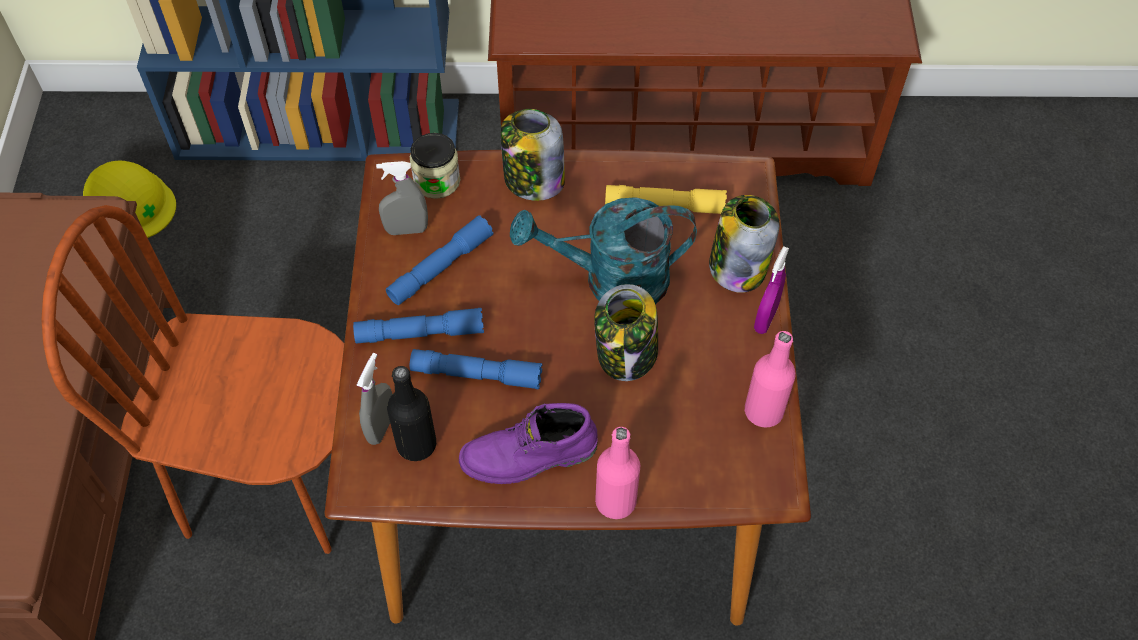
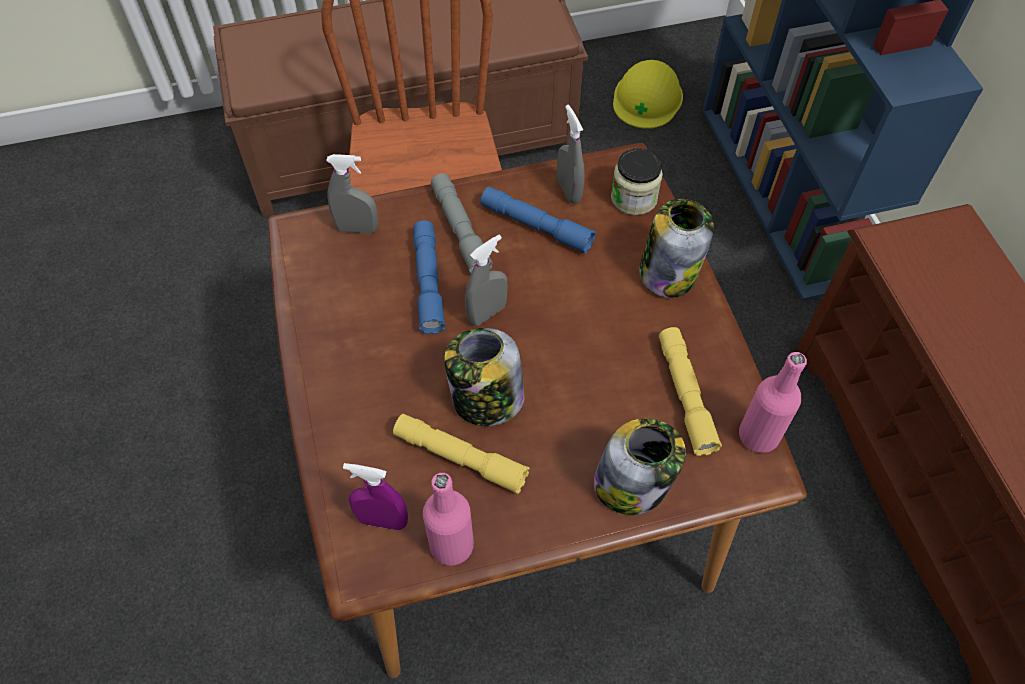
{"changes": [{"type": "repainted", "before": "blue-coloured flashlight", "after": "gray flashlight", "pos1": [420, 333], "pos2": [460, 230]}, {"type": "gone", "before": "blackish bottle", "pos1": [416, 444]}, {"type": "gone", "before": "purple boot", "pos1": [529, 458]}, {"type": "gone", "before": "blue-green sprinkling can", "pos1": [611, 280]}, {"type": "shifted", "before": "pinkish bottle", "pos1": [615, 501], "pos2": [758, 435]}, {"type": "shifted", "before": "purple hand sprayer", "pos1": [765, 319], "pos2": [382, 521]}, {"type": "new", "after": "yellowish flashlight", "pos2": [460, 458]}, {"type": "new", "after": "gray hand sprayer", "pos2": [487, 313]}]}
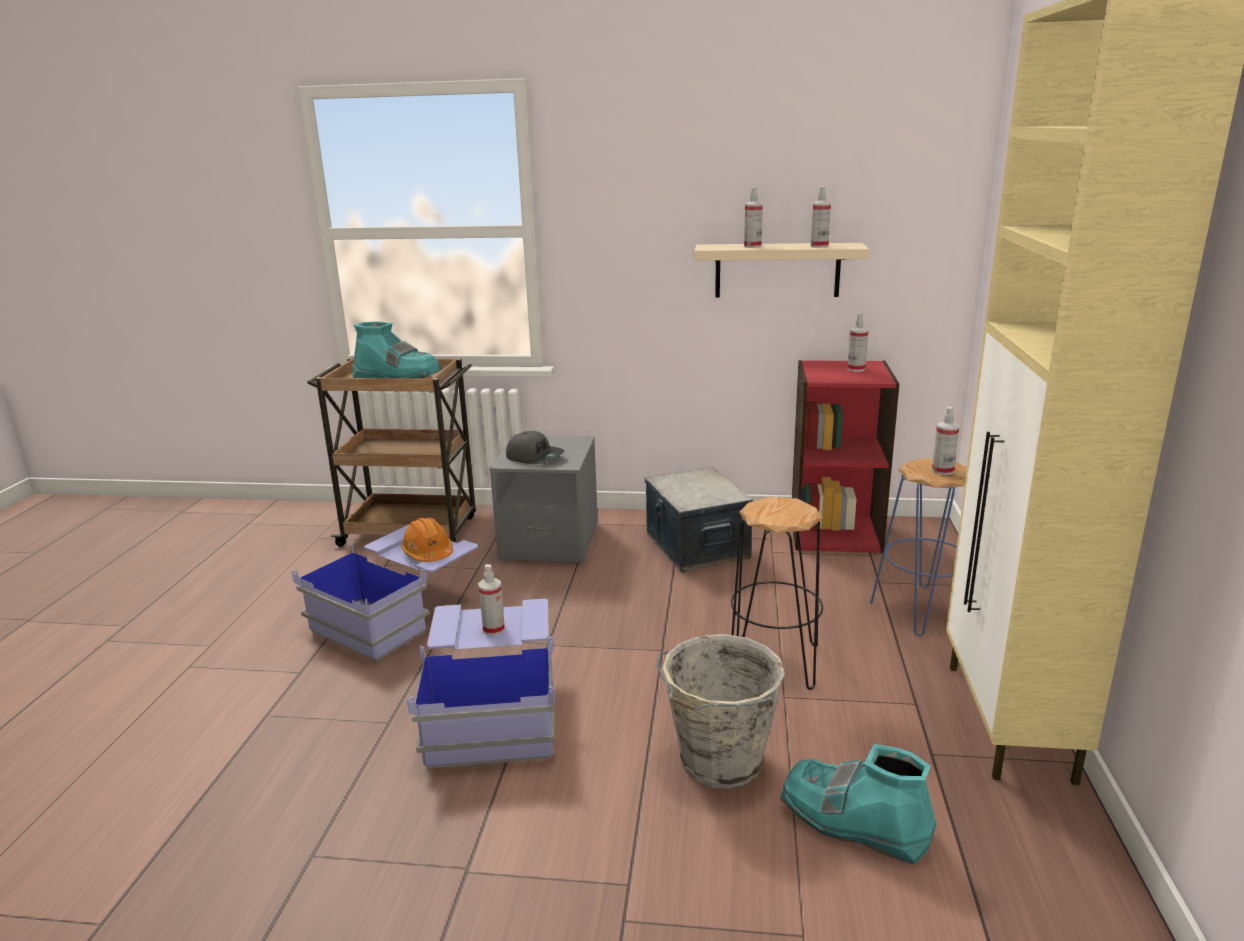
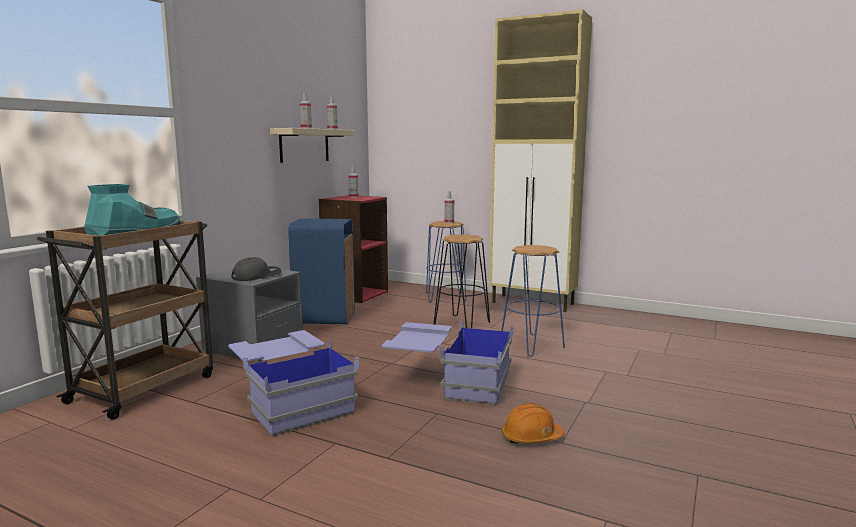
{"changes": [{"type": "shifted", "before": "orange hard hat", "pos1": [428, 553], "pos2": [531, 438]}, {"type": "gone", "before": "hand sprayer", "pos1": [493, 629]}, {"type": "swapped", "before": "storage container", "after": "blue-coloured rubbish bin", "pos1": [696, 546], "pos2": [325, 318]}, {"type": "swapped", "before": "gray bucket", "after": "blue-coloured stool seat", "pos1": [719, 763], "pos2": [532, 345]}, {"type": "gone", "before": "blue-green boot", "pos1": [853, 821]}]}
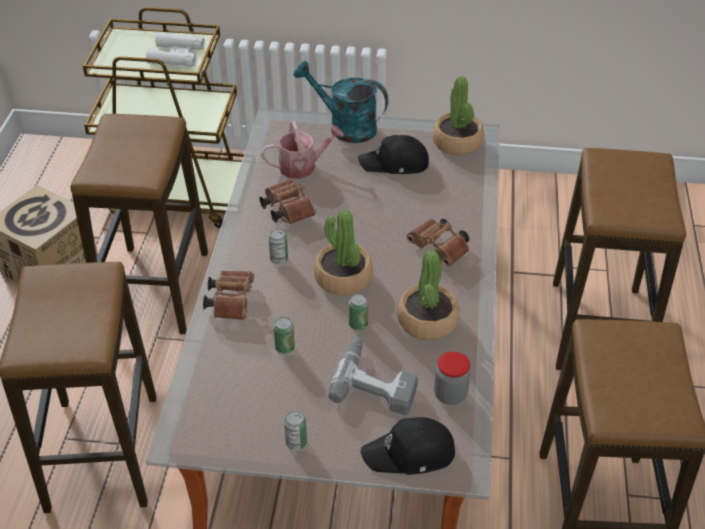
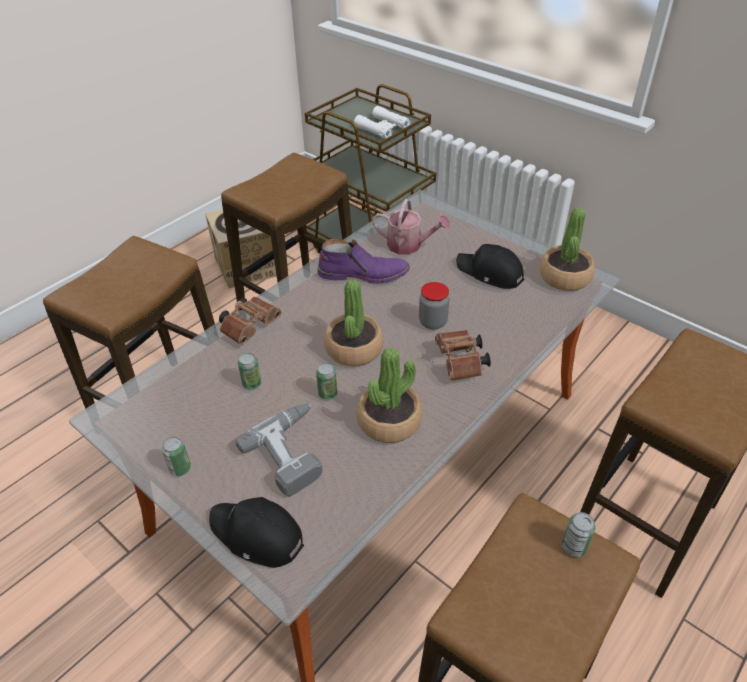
{"changes": [{"type": "swapped", "before": "brown binoculars", "after": "purple boot", "pos1": [286, 209], "pos2": [363, 274]}, {"type": "shifted", "before": "sealed can", "pos1": [279, 259], "pos2": [574, 546]}, {"type": "gone", "before": "blue-green sprinkling can", "pos1": [345, 127]}, {"type": "shifted", "before": "jar", "pos1": [450, 395], "pos2": [433, 322]}]}
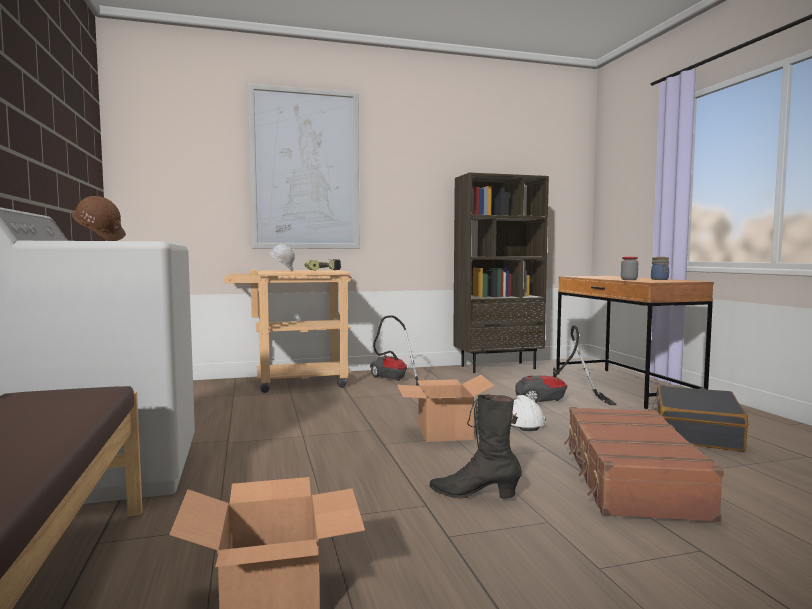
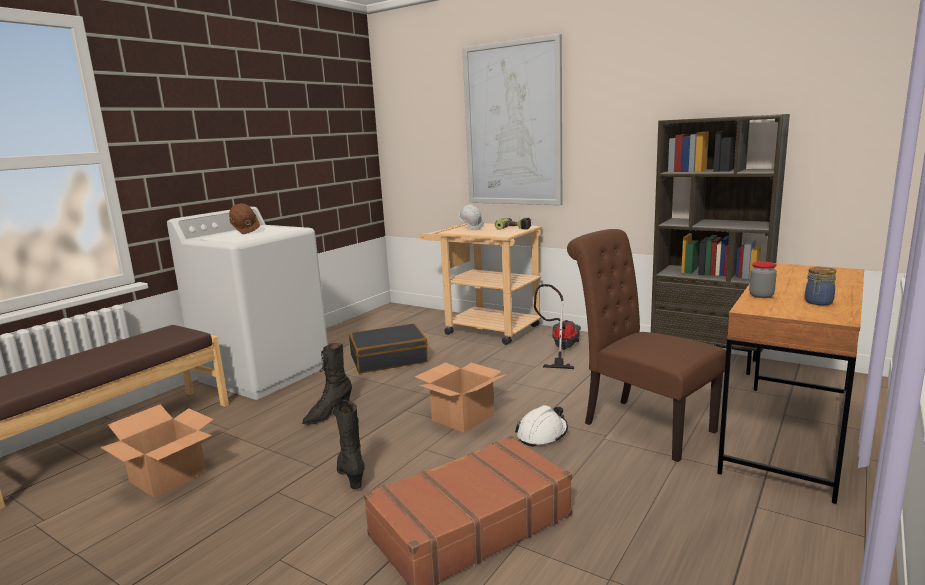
{"changes": [{"type": "swapped", "before": "vacuum", "after": "brown chair", "pos1": [556, 402], "pos2": [641, 425]}, {"type": "shifted", "before": "blackish piece of luggage", "pos1": [695, 432], "pos2": [388, 359]}, {"type": "new", "after": "blackish boot", "pos2": [328, 414]}]}
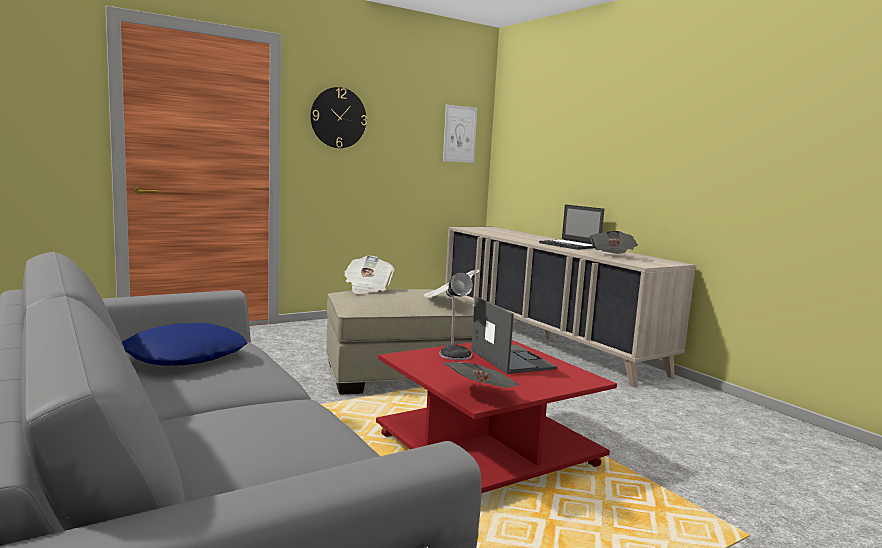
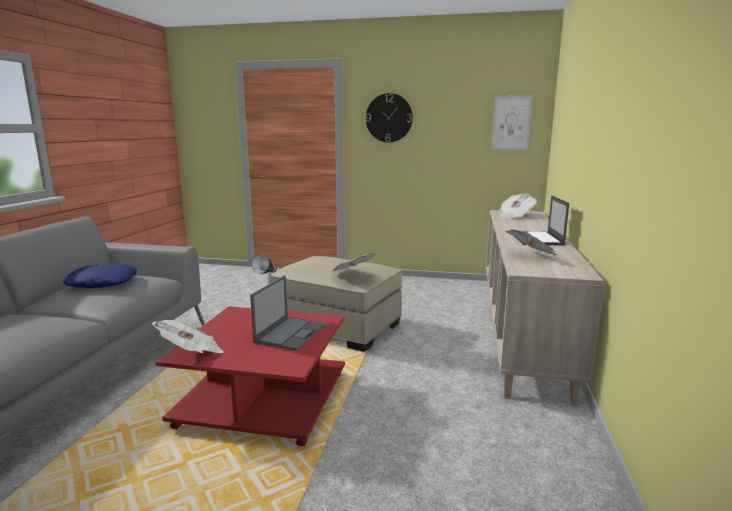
{"changes": [{"type": "shifted", "before": "daily paper", "pos1": [367, 289], "pos2": [515, 216]}]}
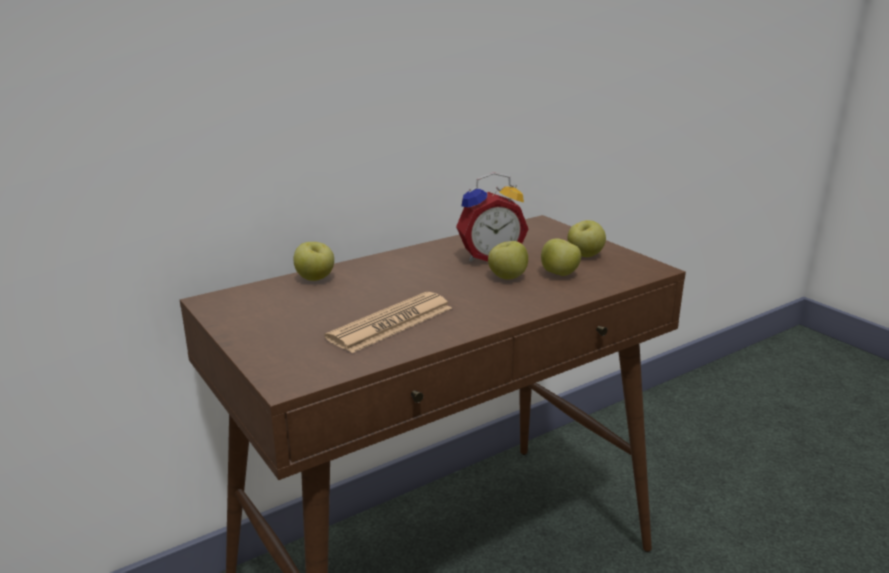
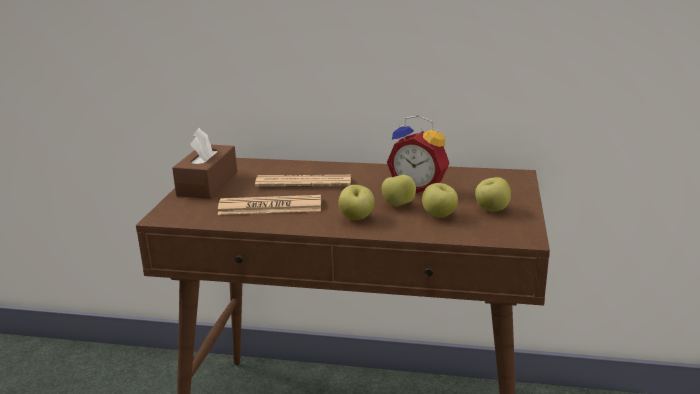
{"changes": [{"type": "shifted", "before": "apple", "pos1": [315, 279], "pos2": [356, 218]}, {"type": "new", "after": "brown tissue box", "pos2": [207, 184]}, {"type": "new", "after": "daily paper", "pos2": [304, 182]}]}
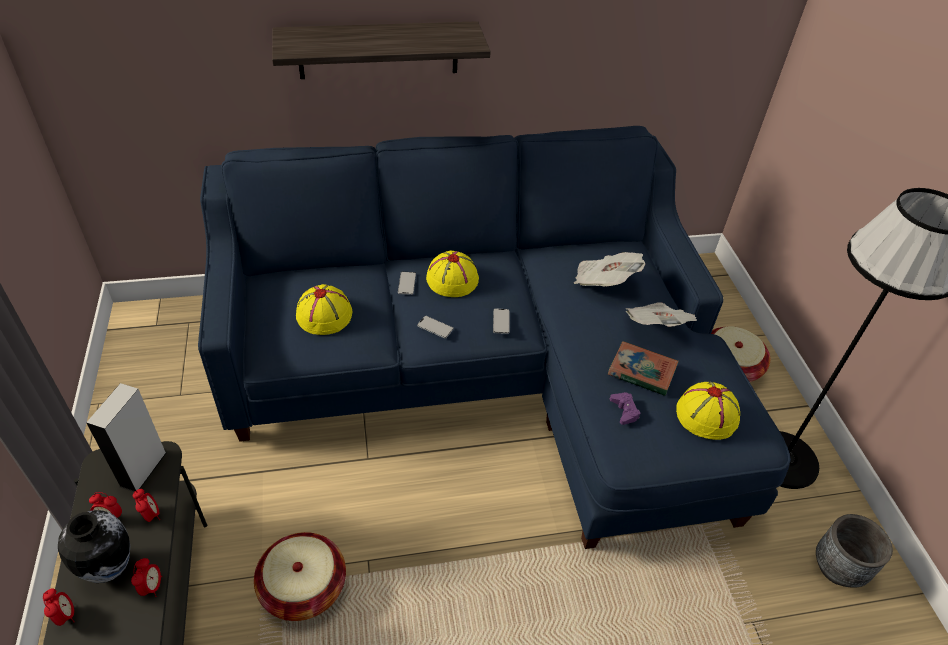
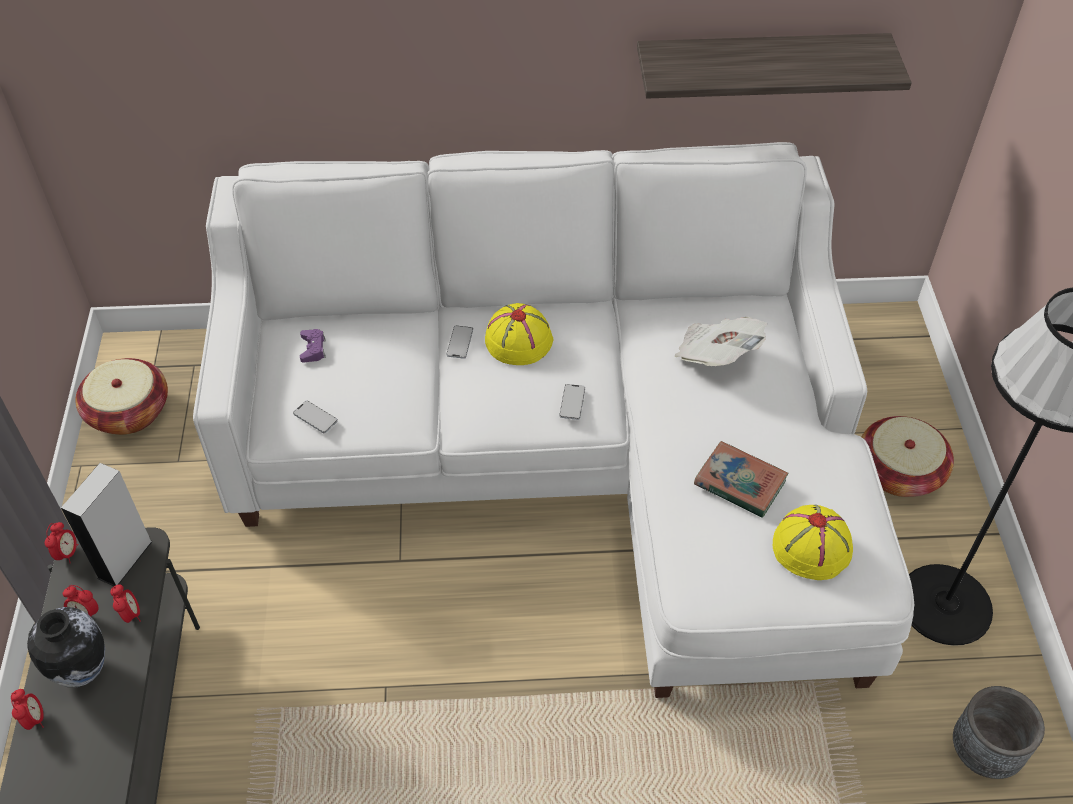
{"changes": [{"type": "shifted", "before": "alarm clock", "pos1": [152, 586], "pos2": [67, 553]}, {"type": "repainted", "before": "blue-coloured couch", "after": "whitish couch", "pos1": [489, 371], "pos2": [570, 455]}, {"type": "shifted", "before": "basket", "pos1": [303, 587], "pos2": [129, 412]}, {"type": "shifted", "before": "bracket shelf", "pos1": [378, 50], "pos2": [759, 65]}, {"type": "gone", "before": "yellowish clothing hat", "pos1": [324, 314]}, {"type": "shifted", "before": "phone", "pos1": [435, 327], "pos2": [315, 417]}, {"type": "shifted", "before": "purple joypad", "pos1": [624, 410], "pos2": [313, 349]}, {"type": "gone", "before": "daily paper", "pos1": [655, 327]}]}
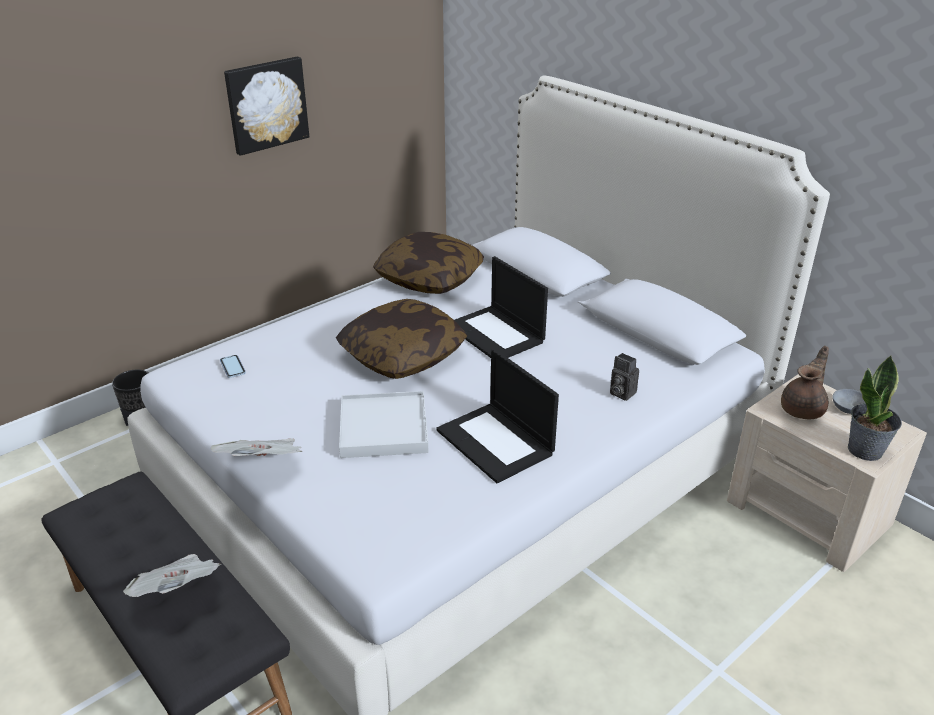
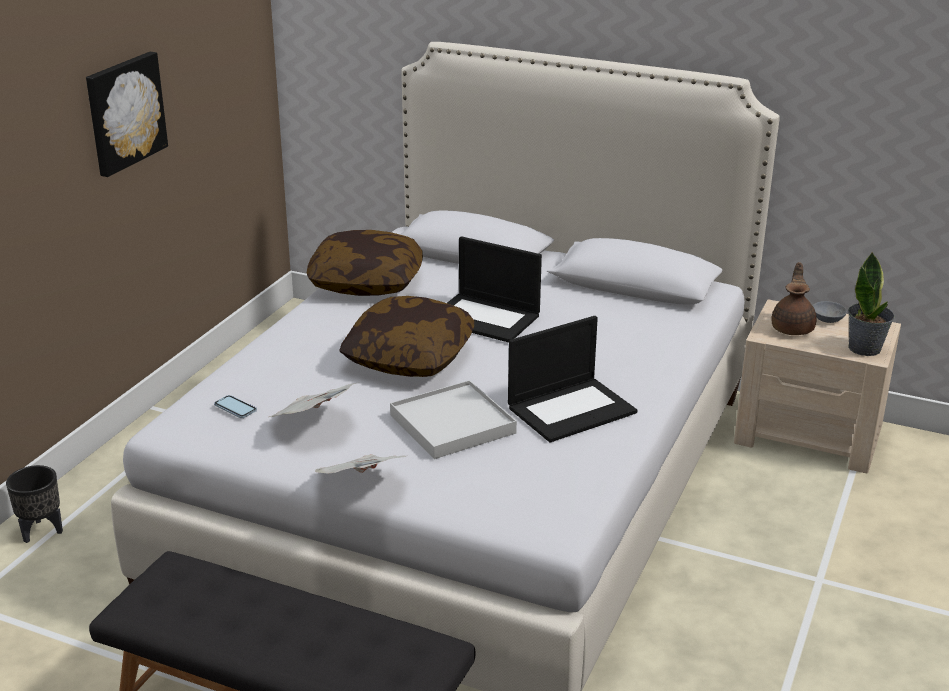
{"changes": [{"type": "shifted", "before": "daily paper", "pos1": [178, 591], "pos2": [314, 421]}, {"type": "rotated", "before": "laptop", "pos1": [496, 442], "pos2": [572, 409], "turn": -60}, {"type": "gone", "before": "still camera", "pos1": [620, 393]}]}
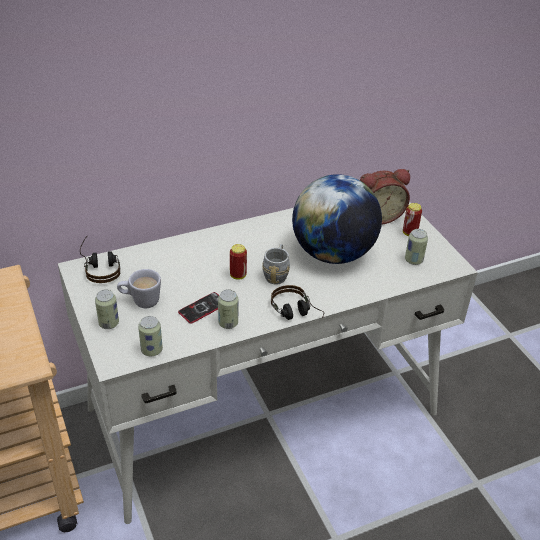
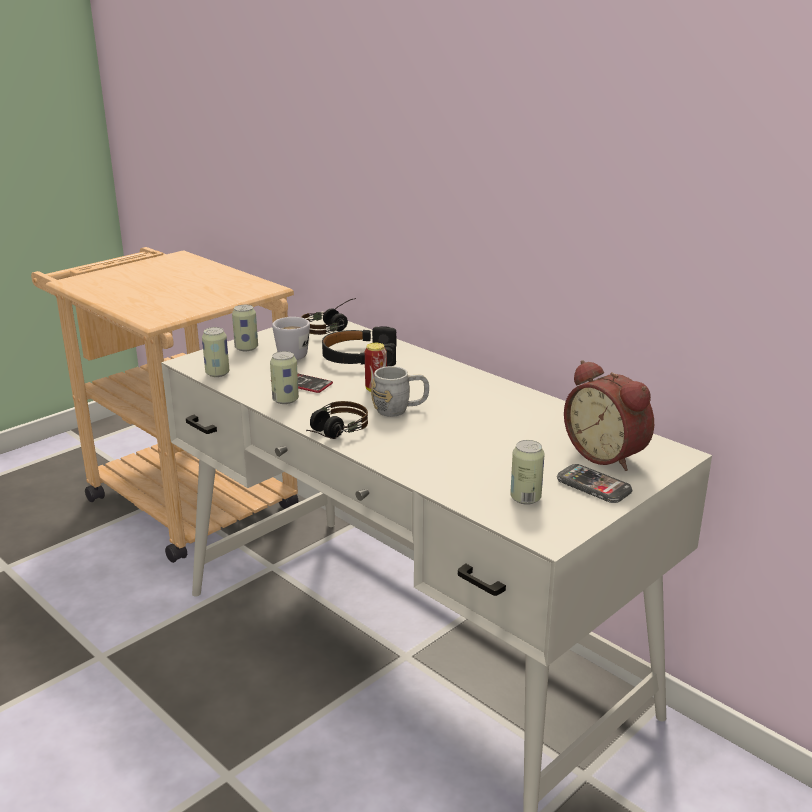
{"changes": [{"type": "gone", "before": "world globe", "pos1": [333, 253]}, {"type": "swapped", "before": "sealed can", "after": "phone", "pos1": [409, 233], "pos2": [593, 486]}, {"type": "new", "after": "blackish pair of headphones", "pos2": [359, 357]}]}
